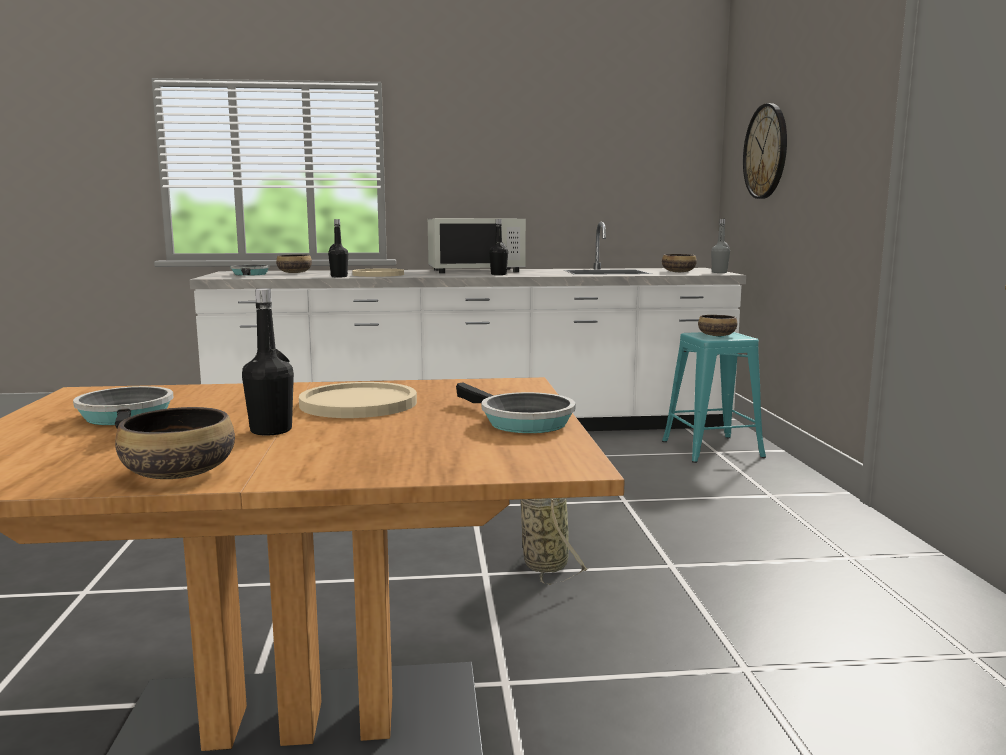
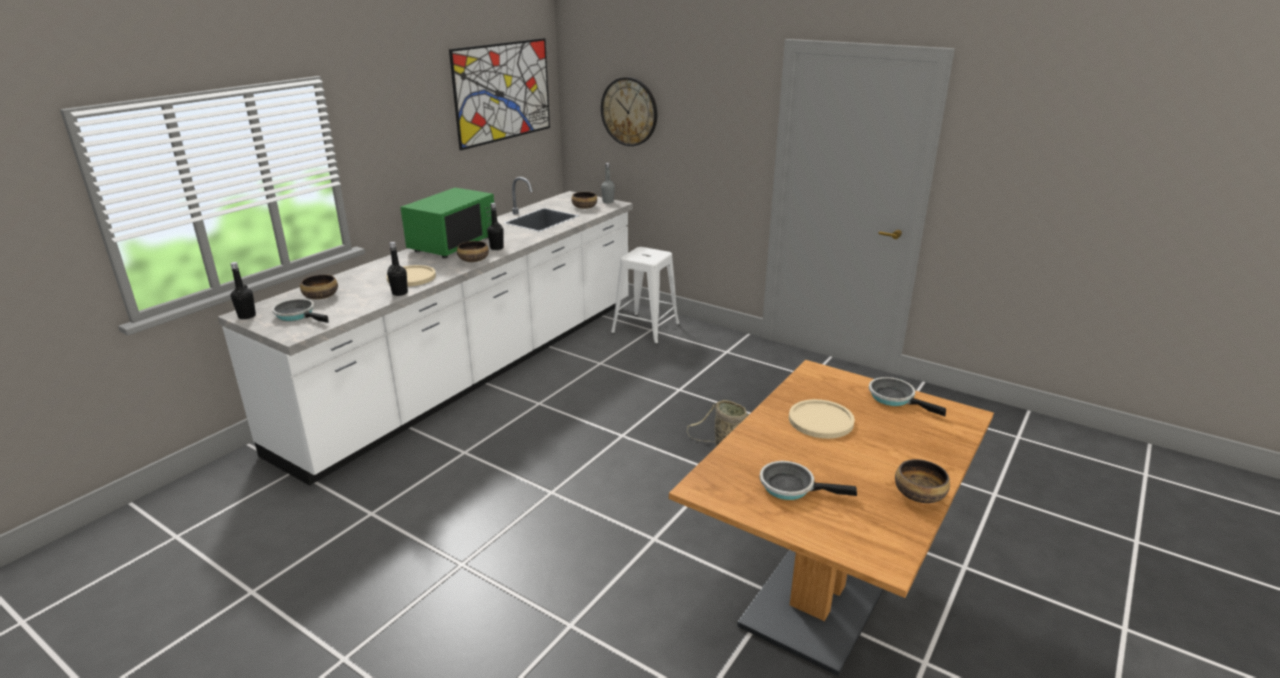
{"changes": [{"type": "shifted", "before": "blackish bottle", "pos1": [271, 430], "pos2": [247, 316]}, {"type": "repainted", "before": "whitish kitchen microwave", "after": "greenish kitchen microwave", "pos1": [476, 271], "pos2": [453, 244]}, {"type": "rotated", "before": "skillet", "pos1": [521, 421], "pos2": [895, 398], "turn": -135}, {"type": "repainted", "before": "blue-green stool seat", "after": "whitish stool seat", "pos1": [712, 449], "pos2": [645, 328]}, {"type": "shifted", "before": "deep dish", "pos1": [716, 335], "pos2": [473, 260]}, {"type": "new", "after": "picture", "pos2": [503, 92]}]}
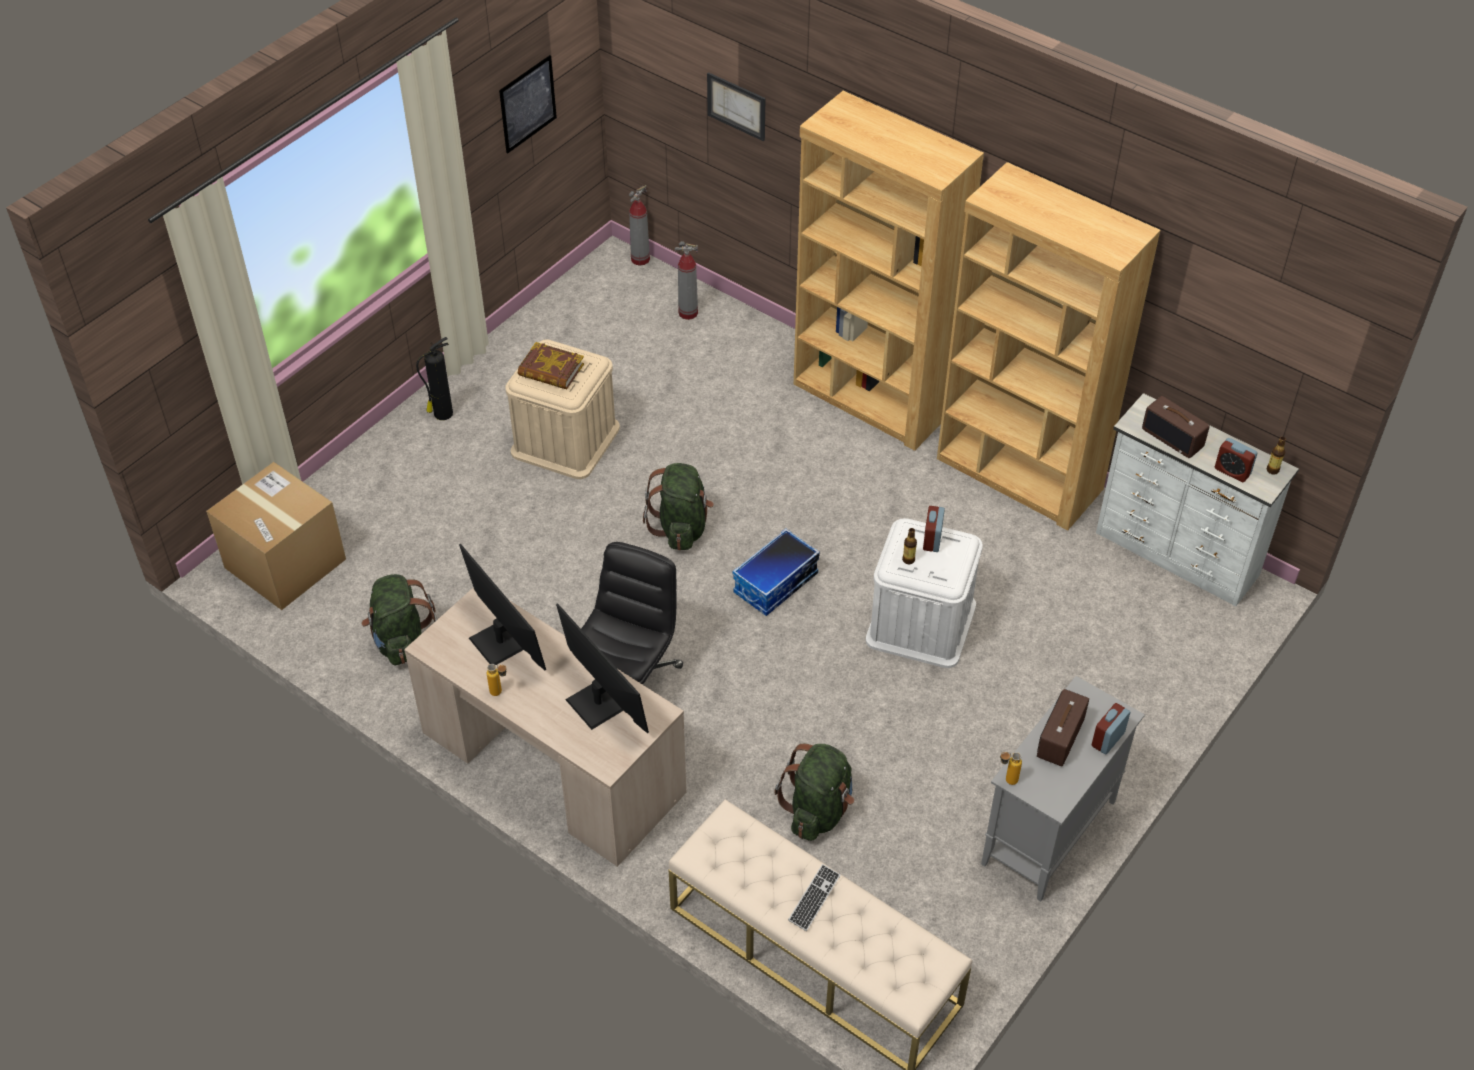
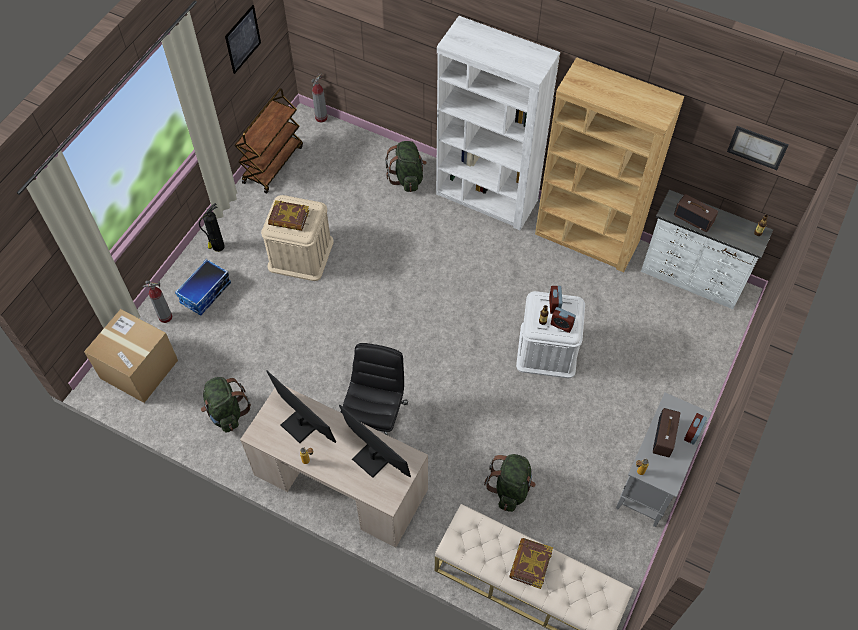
{"changes": [{"type": "shifted", "before": "greenish rucksack", "pos1": [681, 527], "pos2": [407, 178]}, {"type": "shifted", "before": "fire-fighting cylinder", "pos1": [688, 313], "pos2": [165, 317]}, {"type": "shifted", "before": "picture", "pos1": [736, 106], "pos2": [757, 147]}, {"type": "shifted", "before": "storage container", "pos1": [776, 584], "pos2": [206, 293]}, {"type": "swapped", "before": "keyboard", "after": "bound book", "pos1": [814, 898], "pos2": [530, 564]}, {"type": "repainted", "before": "brown bookcase", "after": "whitish bookcase", "pos1": [871, 399], "pos2": [486, 198]}, {"type": "shifted", "before": "alarm clock", "pos1": [1232, 471], "pos2": [561, 325]}, {"type": "new", "after": "brown trolley", "pos2": [273, 164]}]}
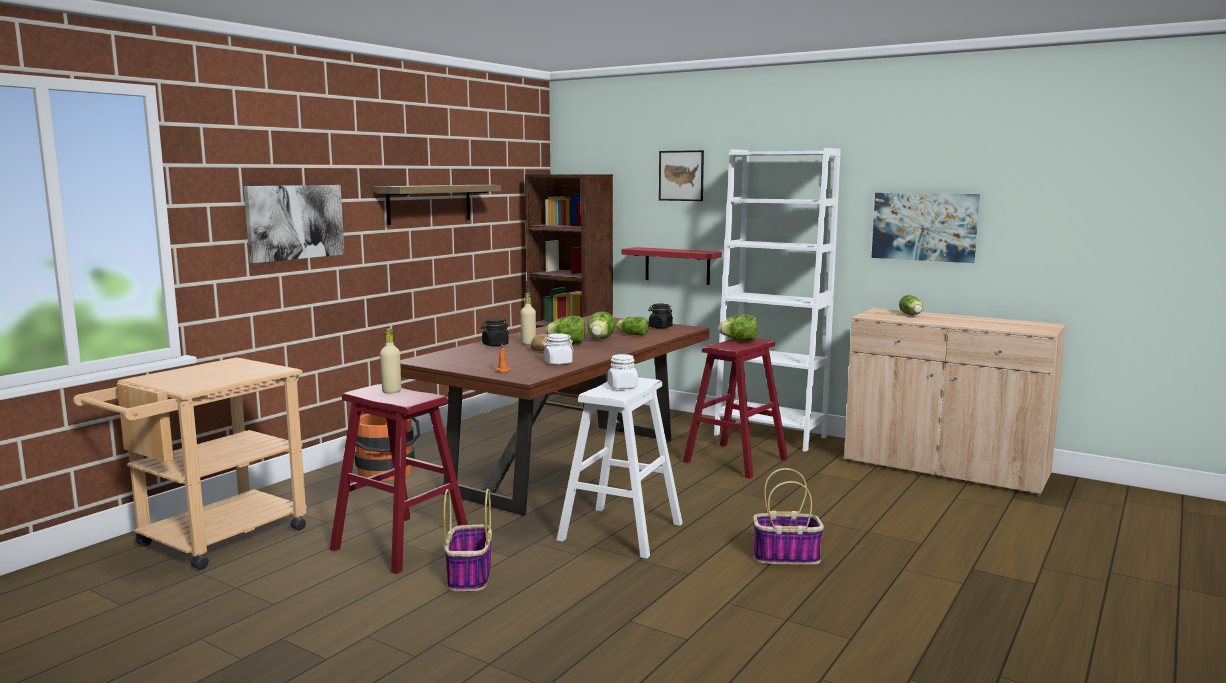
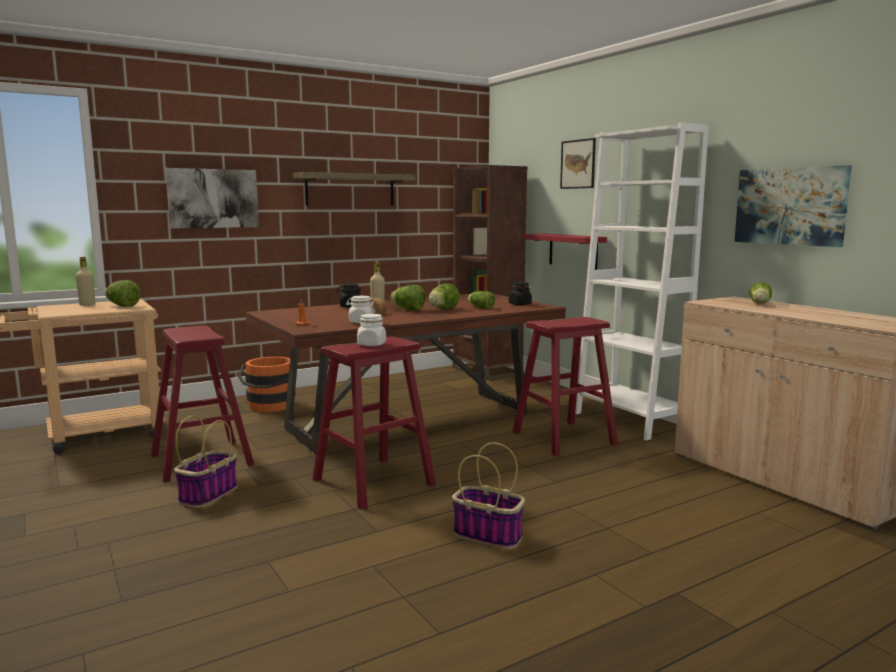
{"changes": [{"type": "shifted", "before": "beige-coloured bottle", "pos1": [391, 391], "pos2": [87, 305]}, {"type": "repainted", "before": "whitish stool seat", "after": "reddish stool seat", "pos1": [621, 531], "pos2": [373, 482]}, {"type": "shifted", "before": "lettuce", "pos1": [739, 340], "pos2": [122, 306]}]}
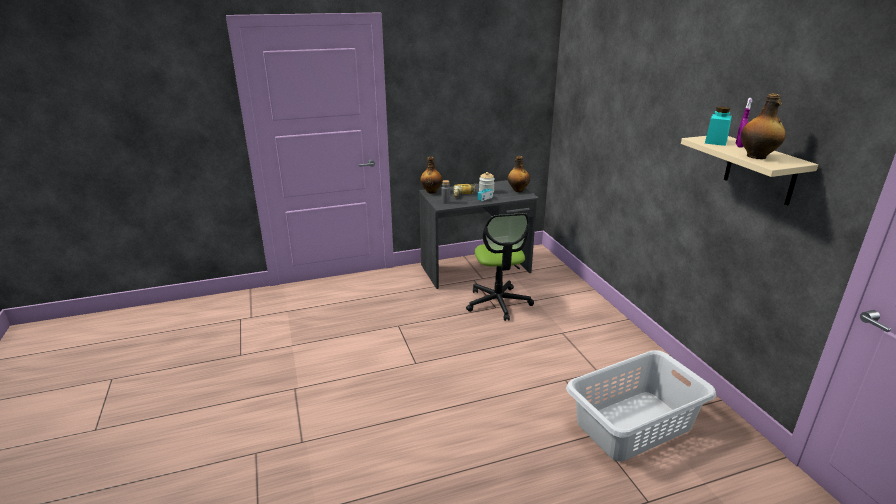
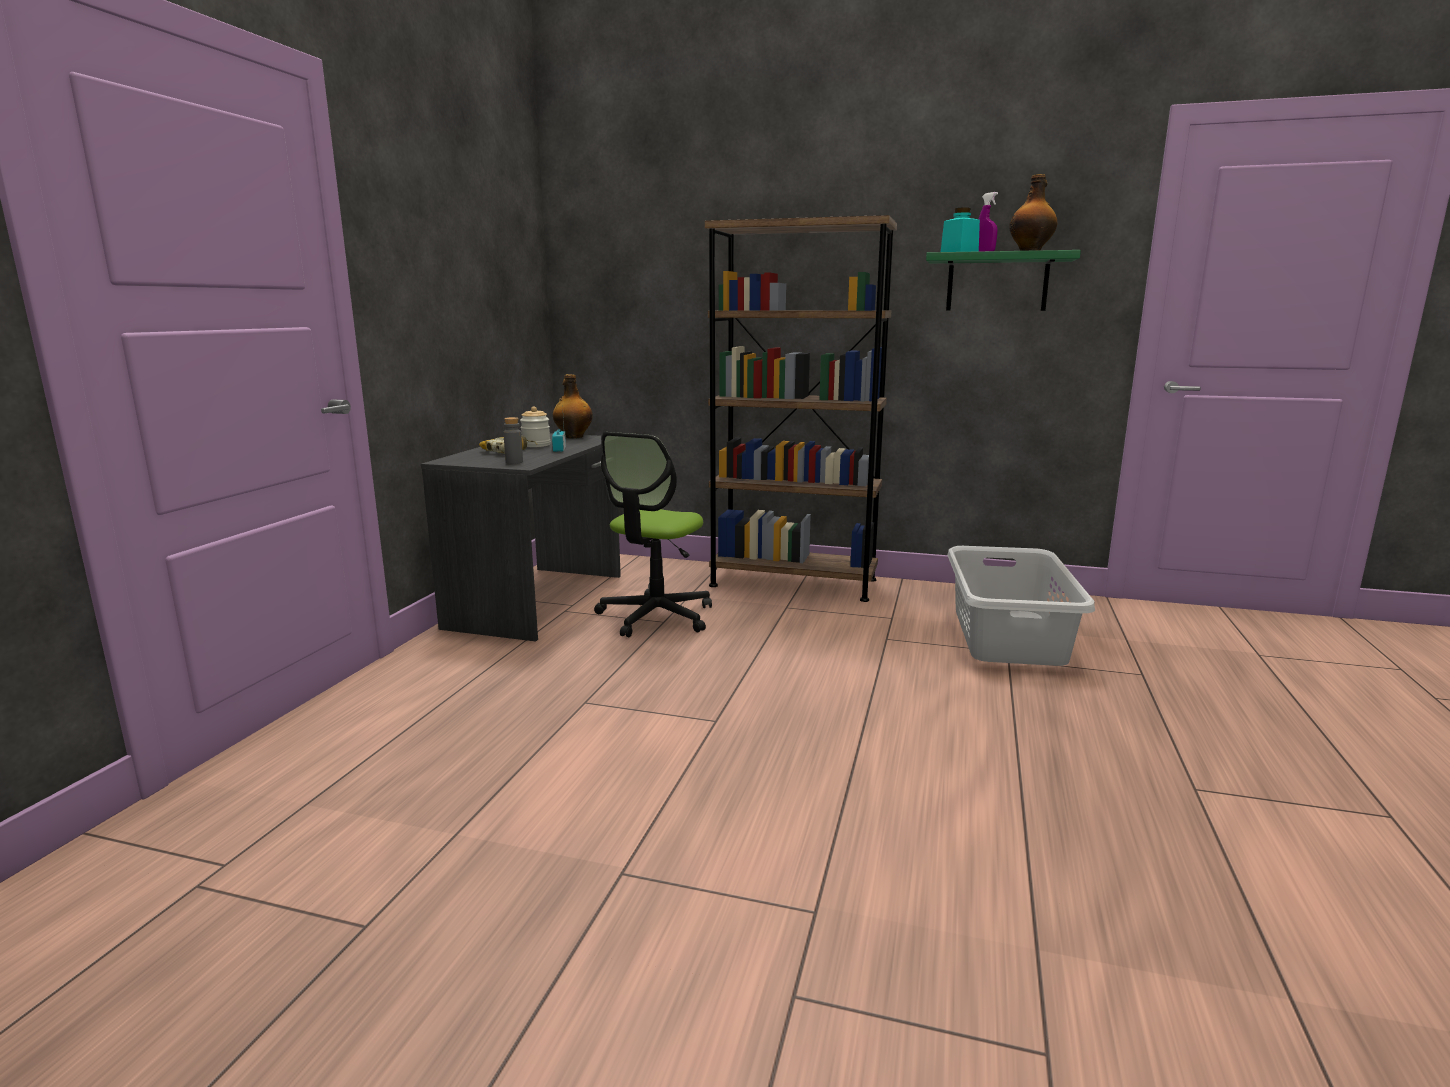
{"changes": [{"type": "gone", "before": "bottle", "pos1": [431, 191]}, {"type": "rotated", "before": "desk chair", "pos1": [498, 303], "pos2": [656, 616], "turn": 90}, {"type": "repainted", "before": "beige-coloured bracket shelf", "after": "greenish bracket shelf", "pos1": [760, 170], "pos2": [997, 283]}, {"type": "new", "after": "brown bookcase", "pos2": [793, 583]}]}
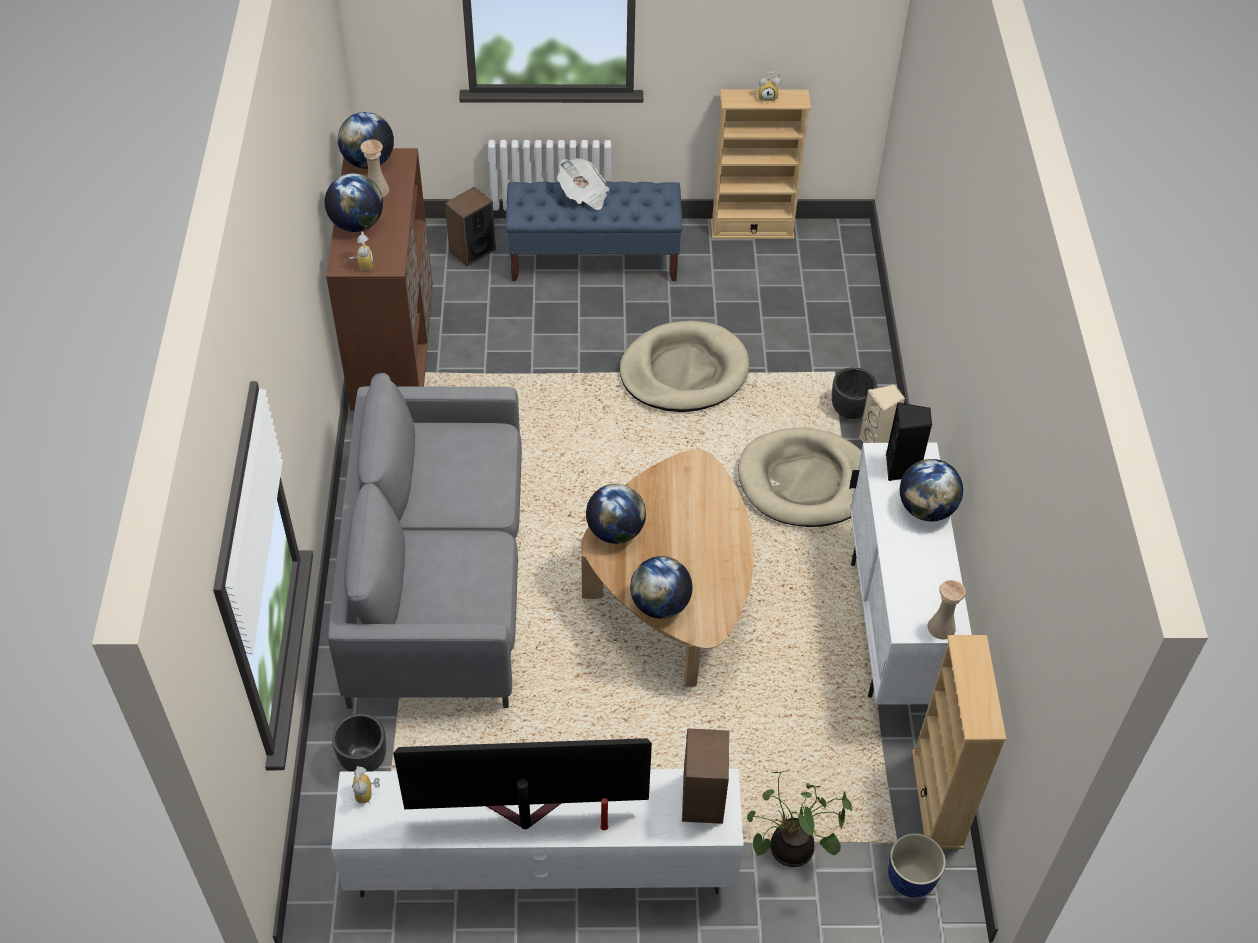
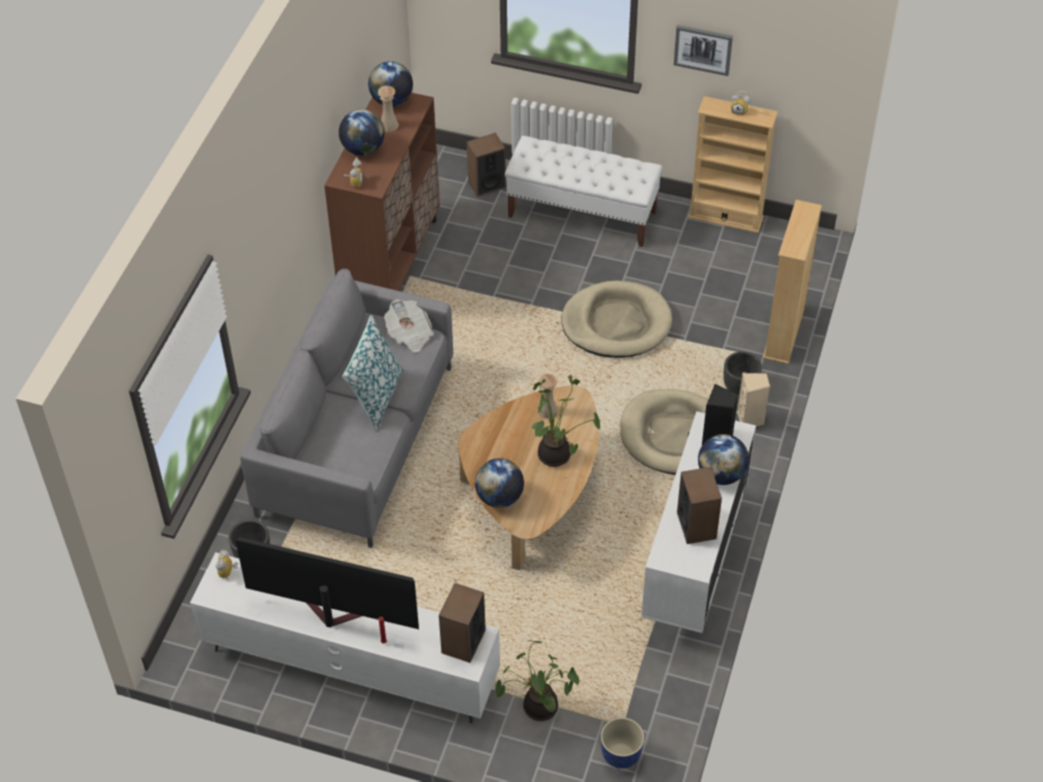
{"changes": [{"type": "repainted", "before": "blue-coloured bench", "after": "whitish bench", "pos1": [594, 260], "pos2": [582, 214]}, {"type": "shifted", "before": "daily paper", "pos1": [583, 195], "pos2": [409, 334]}, {"type": "gone", "before": "world globe", "pos1": [615, 531]}, {"type": "shifted", "before": "beige-coloured bookcase", "pos1": [937, 799], "pos2": [784, 334]}, {"type": "shifted", "before": "beige-coloured vase", "pos1": [941, 627], "pos2": [547, 410]}, {"type": "new", "after": "pillow", "pos2": [376, 397]}, {"type": "new", "after": "houseplant", "pos2": [557, 455]}, {"type": "new", "after": "picture", "pos2": [703, 49]}, {"type": "new", "after": "audio speaker", "pos2": [696, 525]}]}
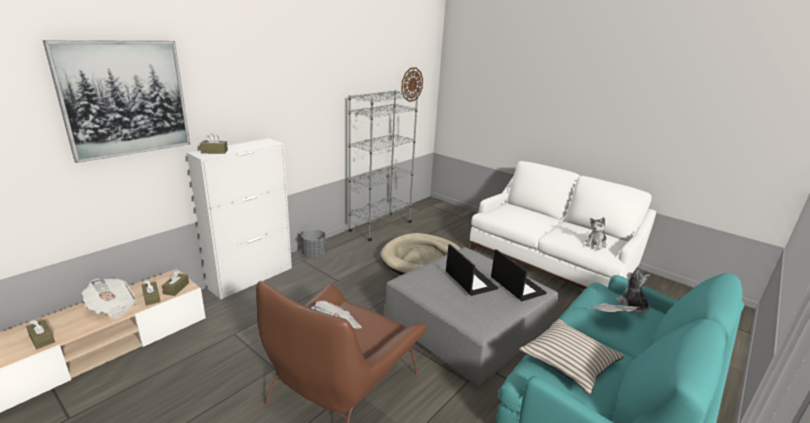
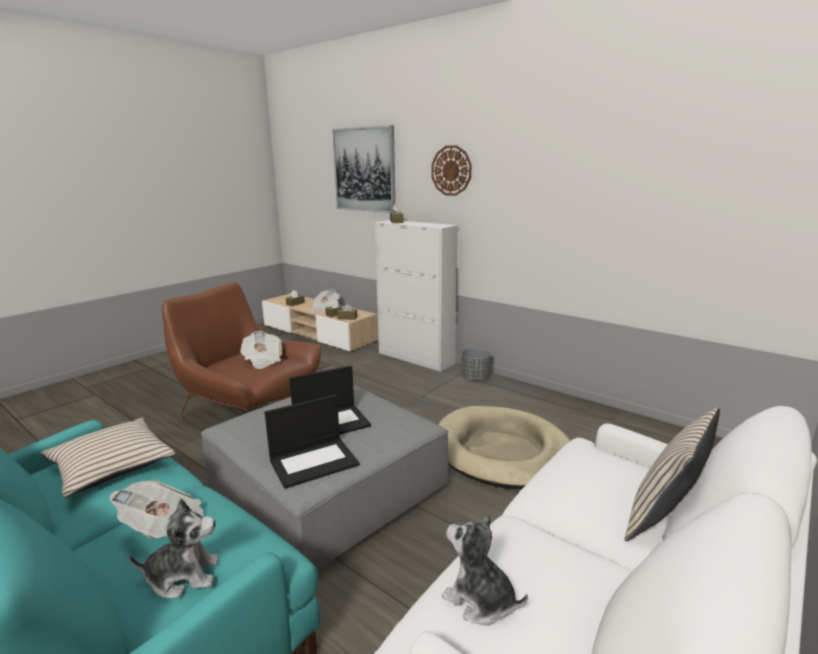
{"changes": [{"type": "gone", "before": "gray bookcase", "pos1": [380, 227]}, {"type": "shifted", "before": "wall clock", "pos1": [411, 84], "pos2": [451, 170]}, {"type": "new", "after": "beige-coloured pillow", "pos2": [665, 517]}]}
